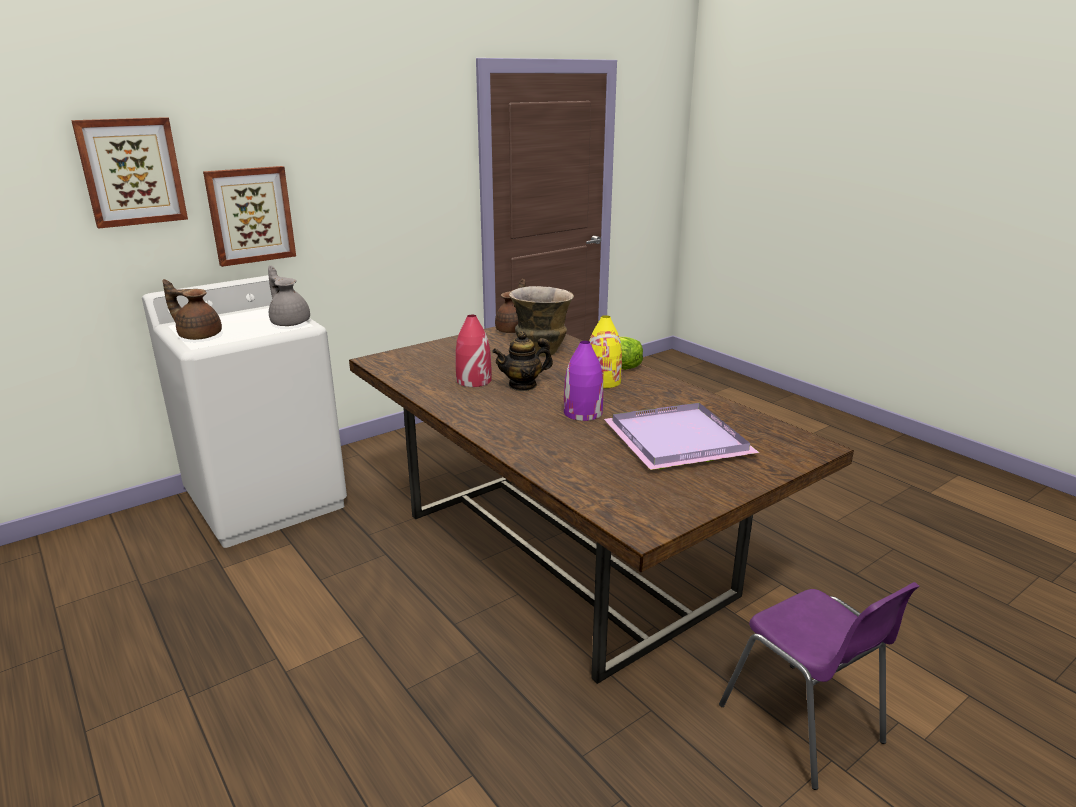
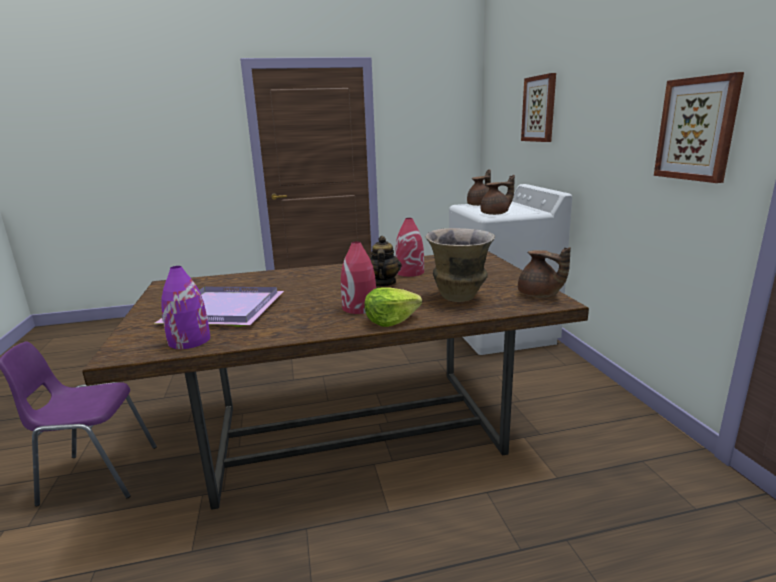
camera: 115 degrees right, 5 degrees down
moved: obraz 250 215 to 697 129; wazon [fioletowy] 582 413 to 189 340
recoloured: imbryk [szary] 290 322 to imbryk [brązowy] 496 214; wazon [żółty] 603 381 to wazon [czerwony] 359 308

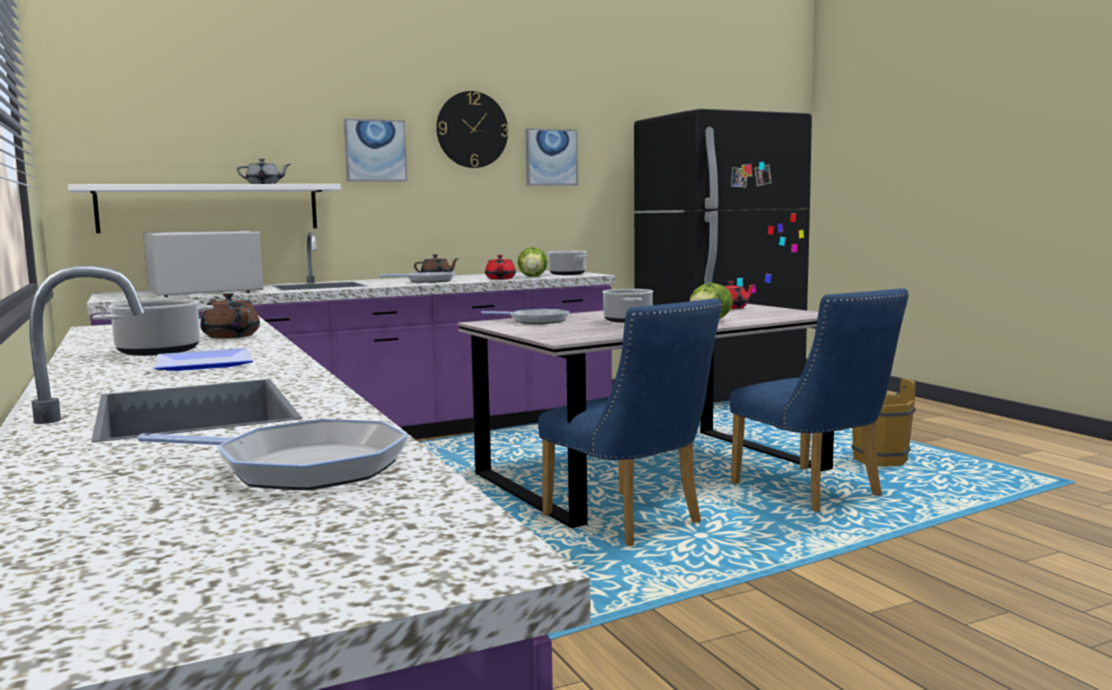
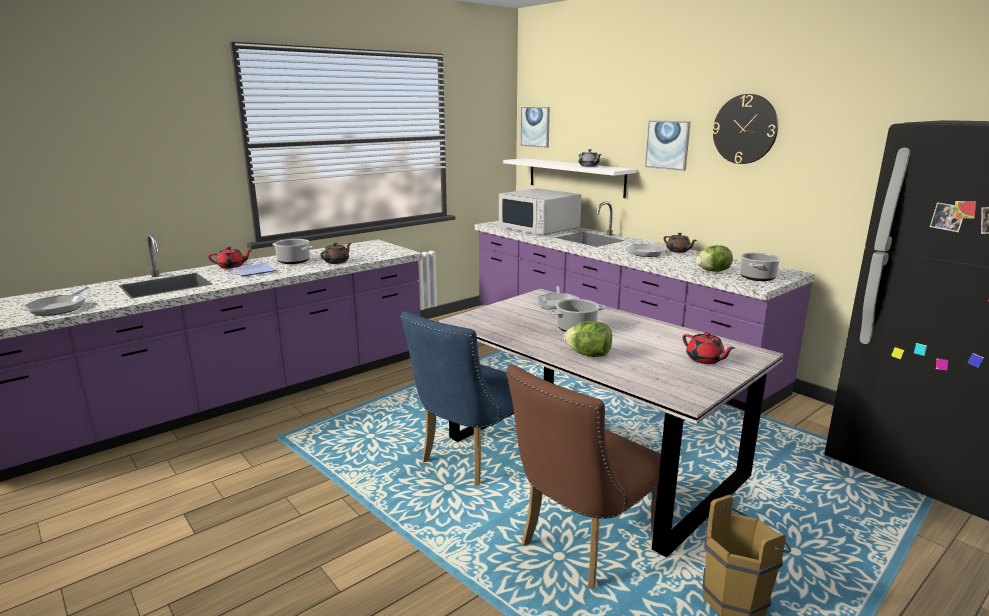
camera: 75 degrees right, 10 degrees up
moved: obraz 551 157 to 535 127; imbryk [czerwony] 500 279 to 232 266
recoloured: krzesło [niebieski] 814 493 to krzesło [brązowy] 580 544
turned: mikrofalówka [biały] 204 291 = 539 228 90 degrees clockwise

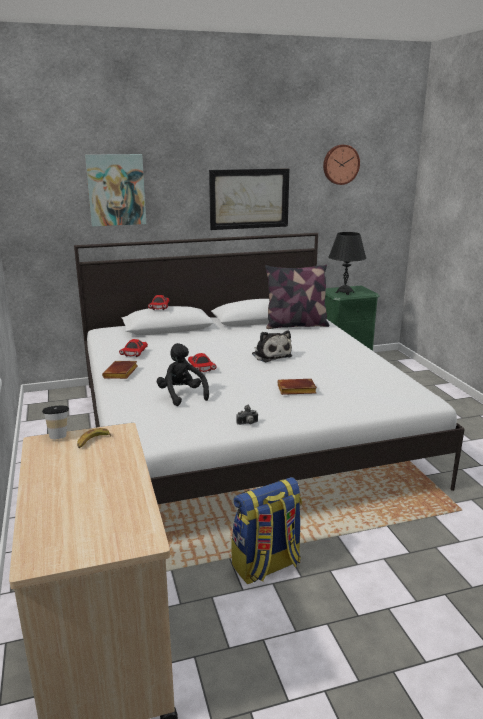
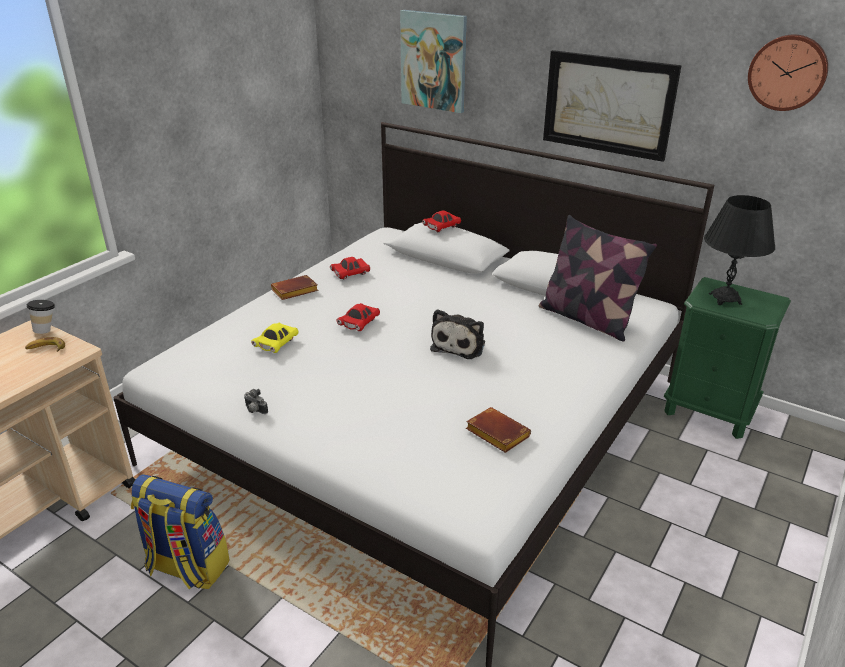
camera: 50 degrees right, 10 degrees up
moved: książka [brązowy] 295 390 to 495 434
replaced: pluszak [czarny] 182 395 to samochodzik [żółty] 276 344

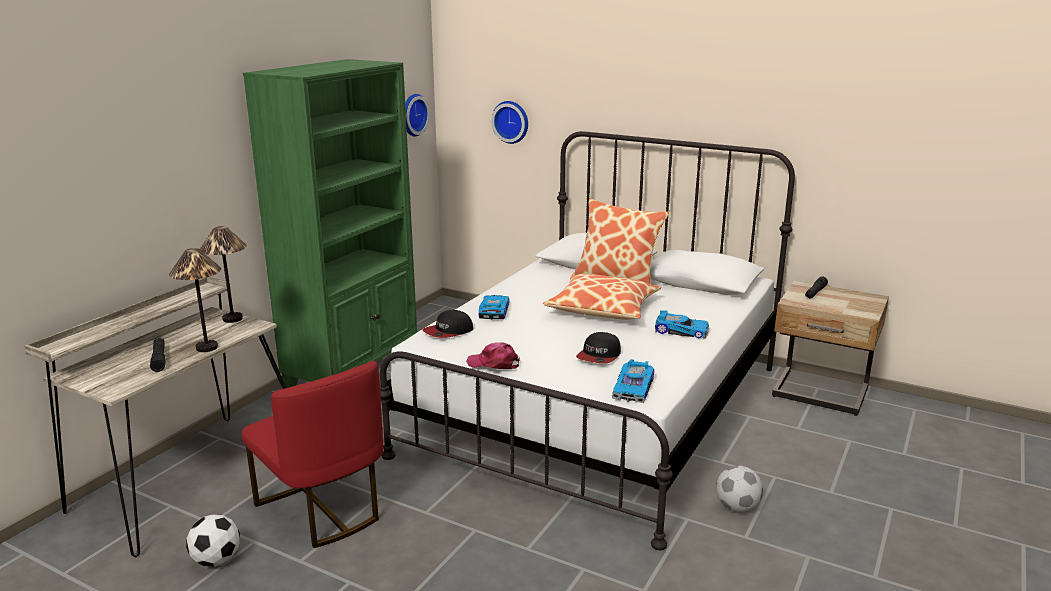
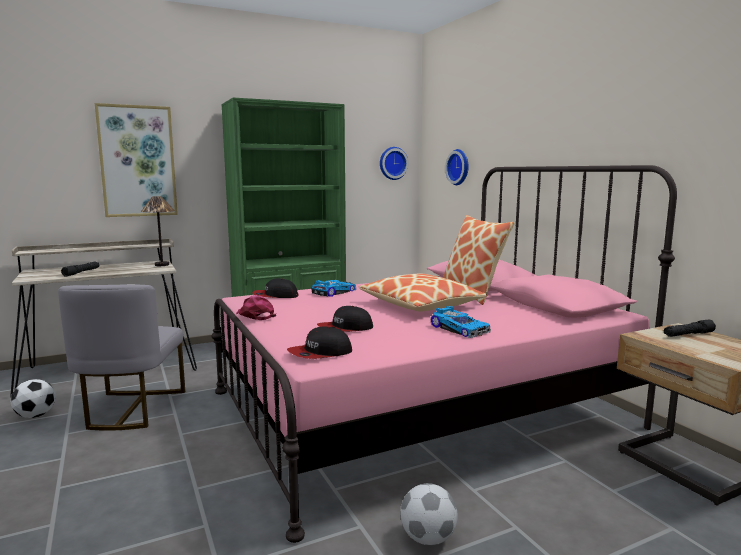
camera: 35 degrees right, 10 degrees down
removed: lampa stołowa 207 348
added: obraz 137 161
replaced: samochodzik 634 388 to czapka z daszkiem 320 353
recoloured: łóżko [biały] 598 409 to łóżko [różowy] 419 409; krzesło [czerwony] 322 510 to krzesło [szary] 132 409

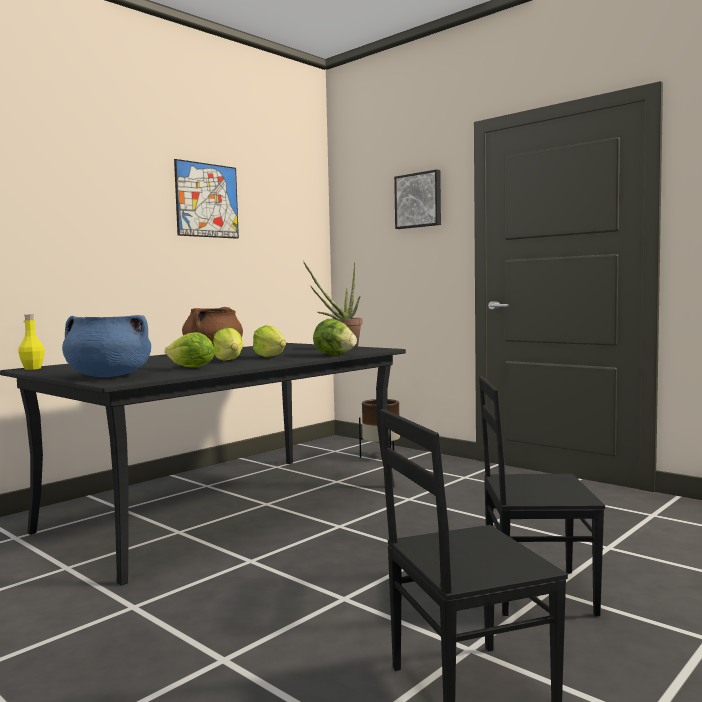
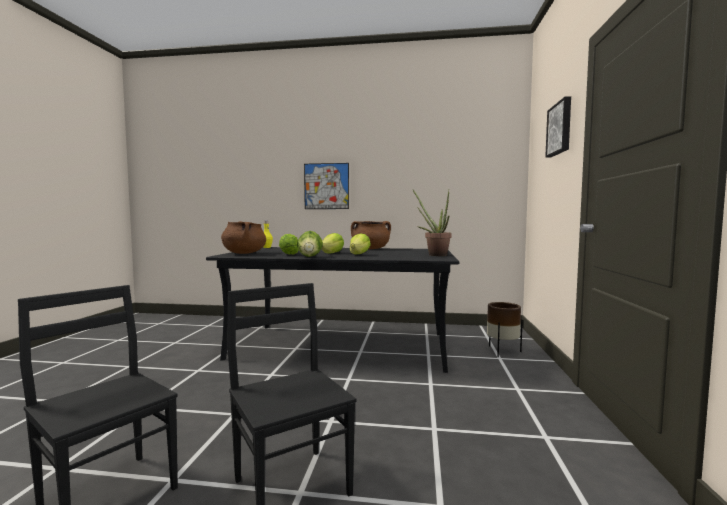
camera: 55 degrees right, 0 degrees up
moved: obraz 207 200 to 326 186; sałata 334 355 to 310 256
recoloured: garnek [niebieski] 108 376 to garnek [brązowy] 244 253

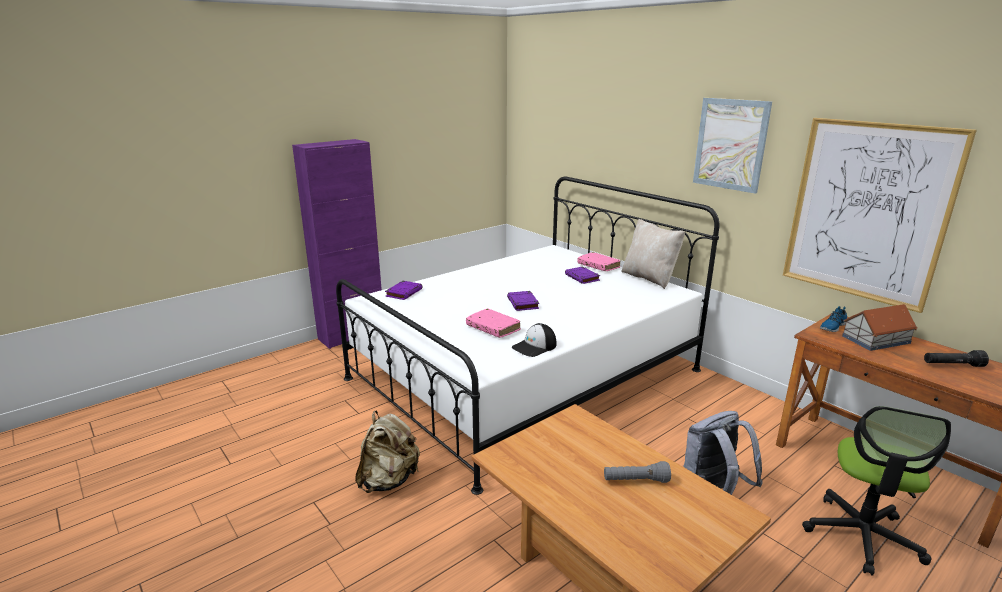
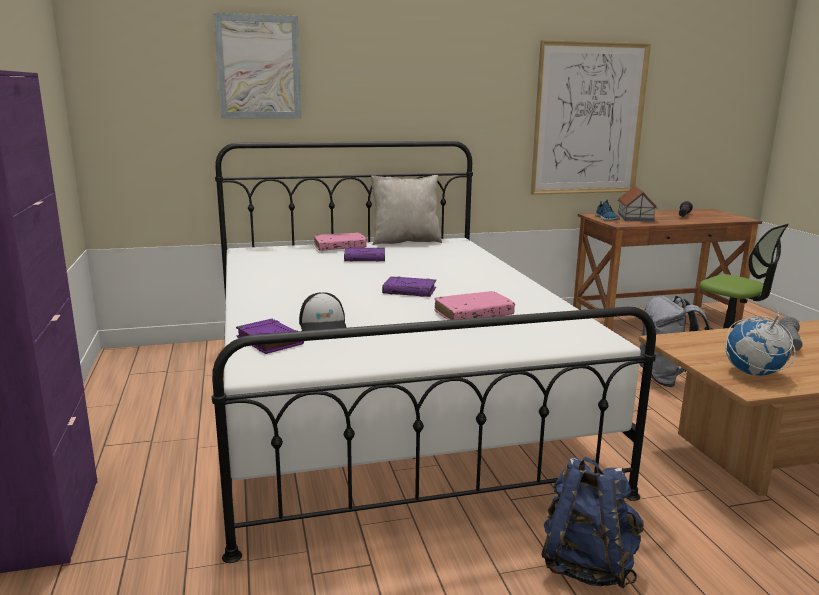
camera: 65 degrees left, 5 degrees down
added: globus 753 374
moved: obraz 730 144 to 258 67; czapka z daszkiem 534 347 to 324 326
recoloured: plecak [beżowy] 389 480 to plecak [niebieski] 587 565

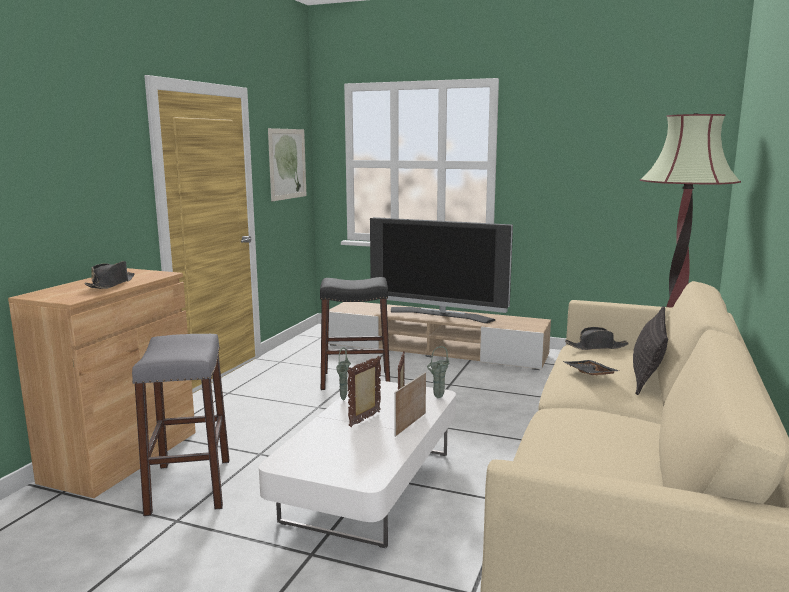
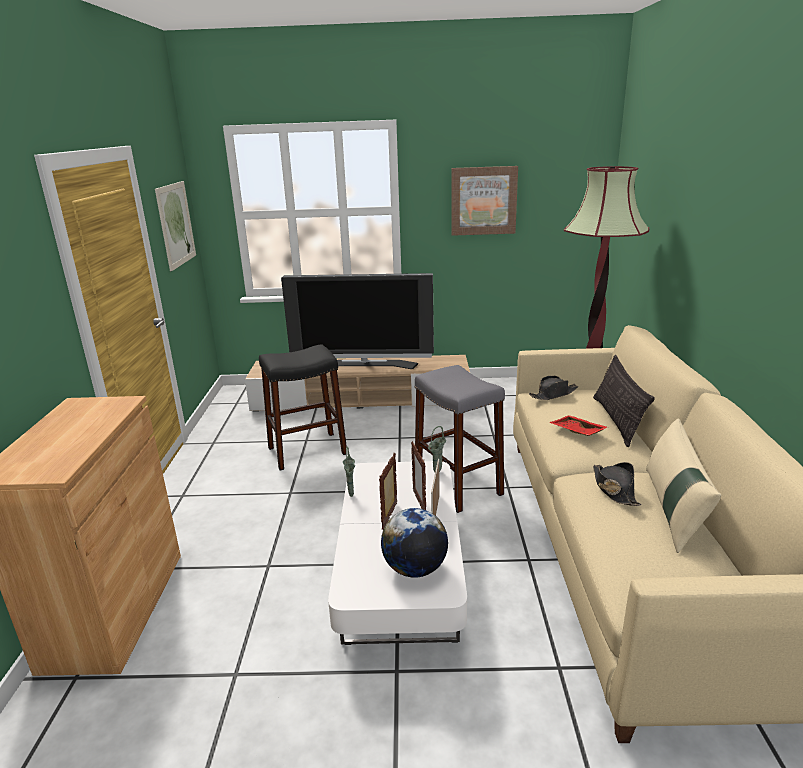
camera: 20 degrees left, 10 degrees up
added: obraz 483 201; poduszka [beżowy] 673 509; globus 415 569
moved: kapelusz [czarny] 111 284 to 614 489; stołek [szary] 189 486 to 457 485
recoloured: taca [czarny] 588 374 to taca [czerwony] 576 432

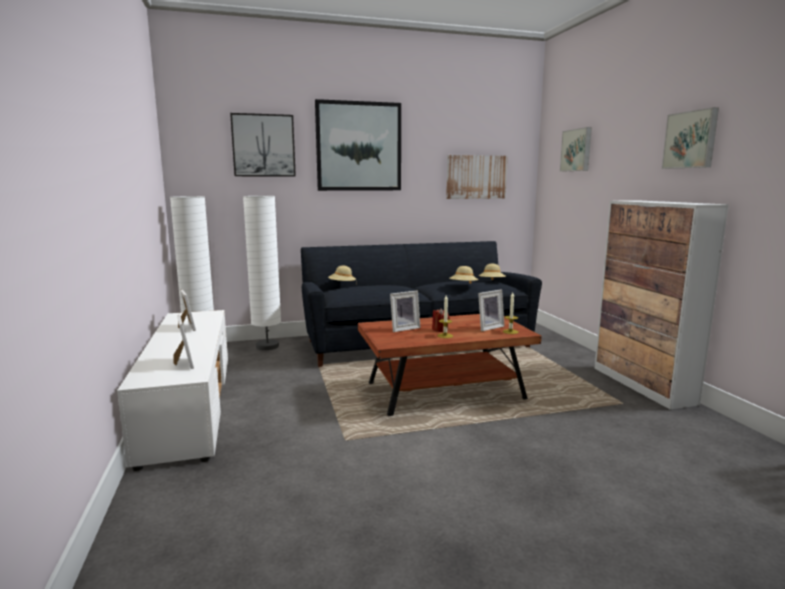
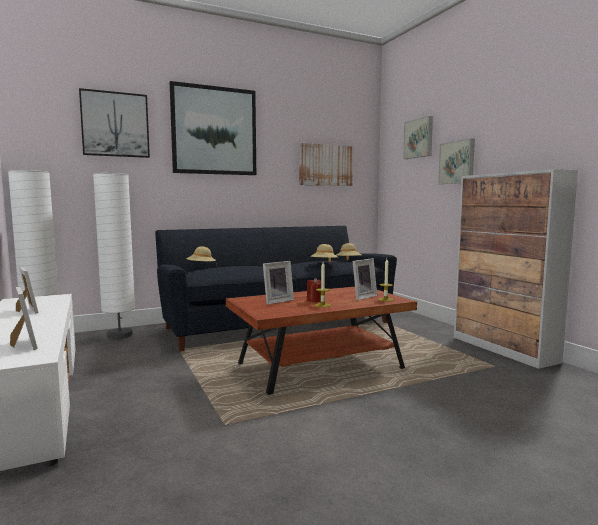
camera: 10 degrees left, 5 degrees down
moved: obraz 691 140 to 457 162

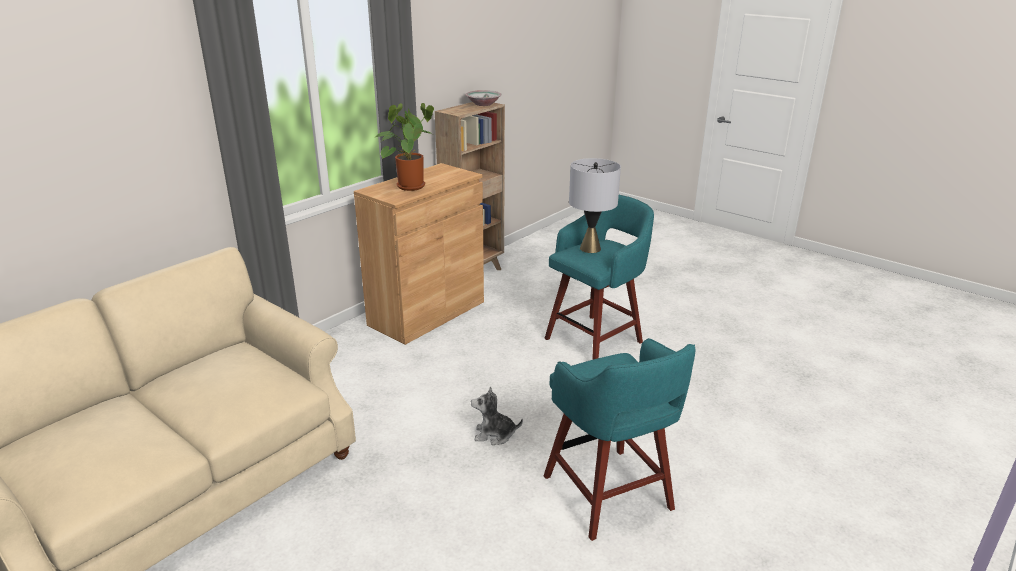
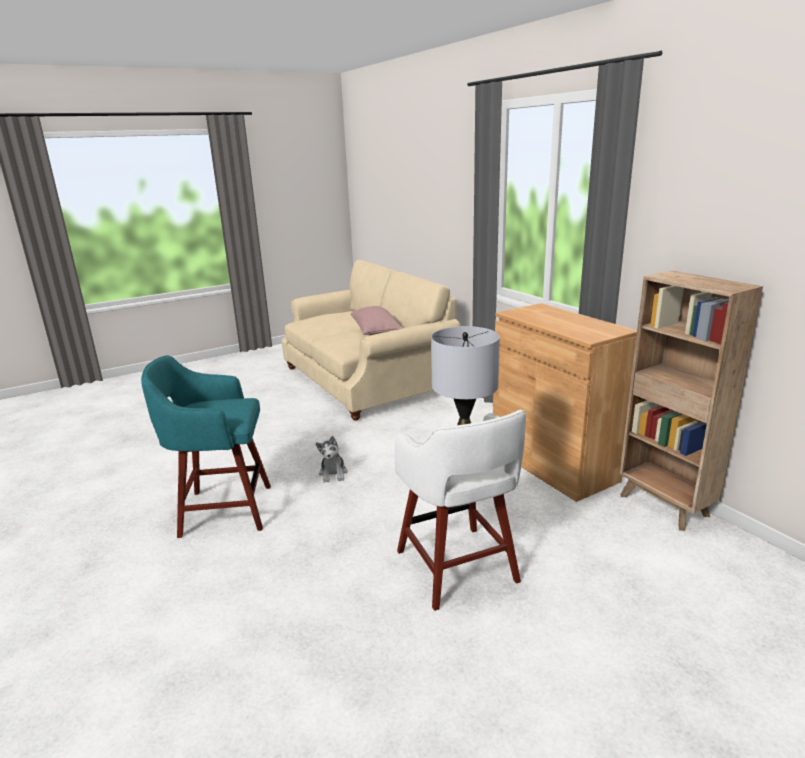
camera: 110 degrees right, 5 degrees down
removed: miska 483 104; roślina doniczkowa 409 185
added: poduszka [różowy] 376 332
recoloured: stołek [turkusowy] 596 339 to stołek [biały] 458 569
turned: pluszak 494 435 = 333 473 150 degrees clockwise

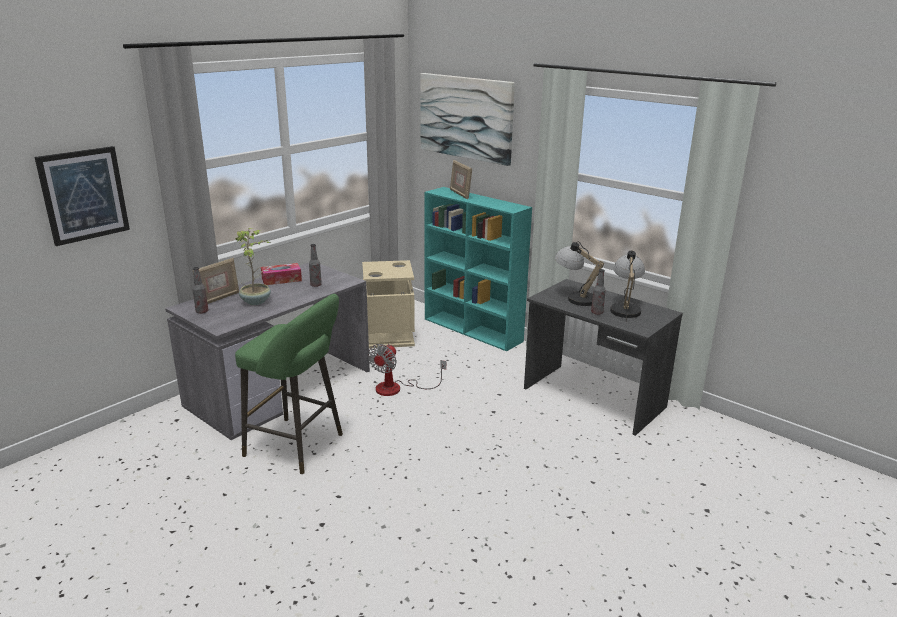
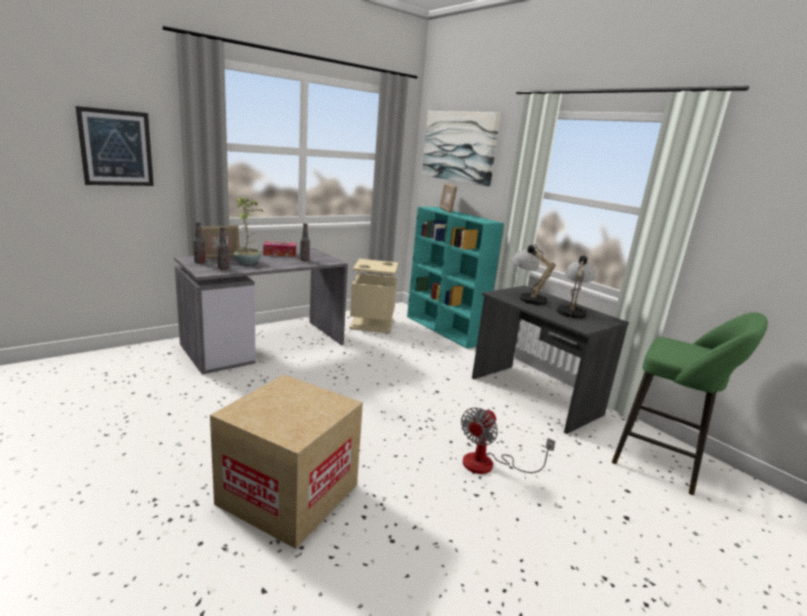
camera: 10 degrees right, 5 degrees down
added: karton 288 494
moved: butelka 597 313 to 223 268; stołek [zielony] 298 446 to 663 463; wentylator 397 388 to 489 464

